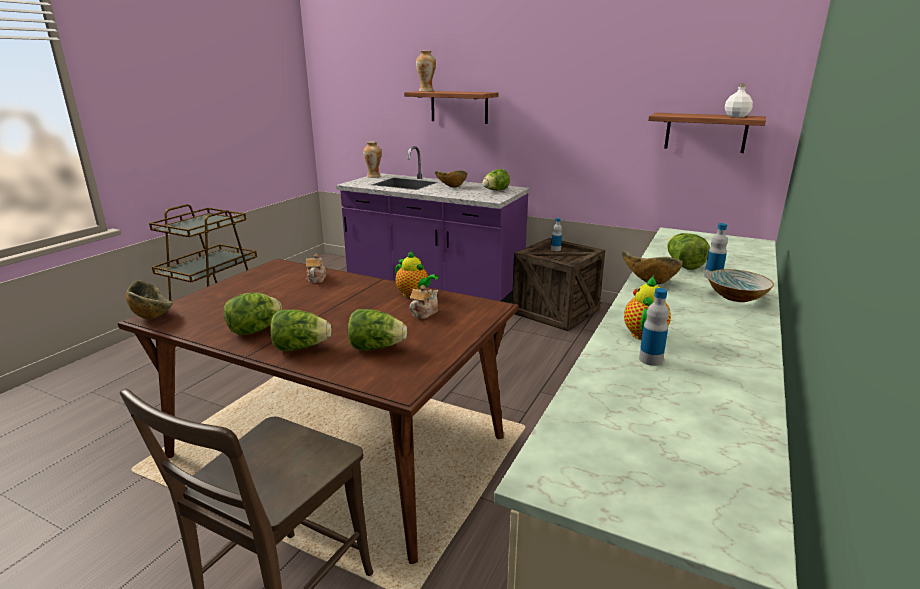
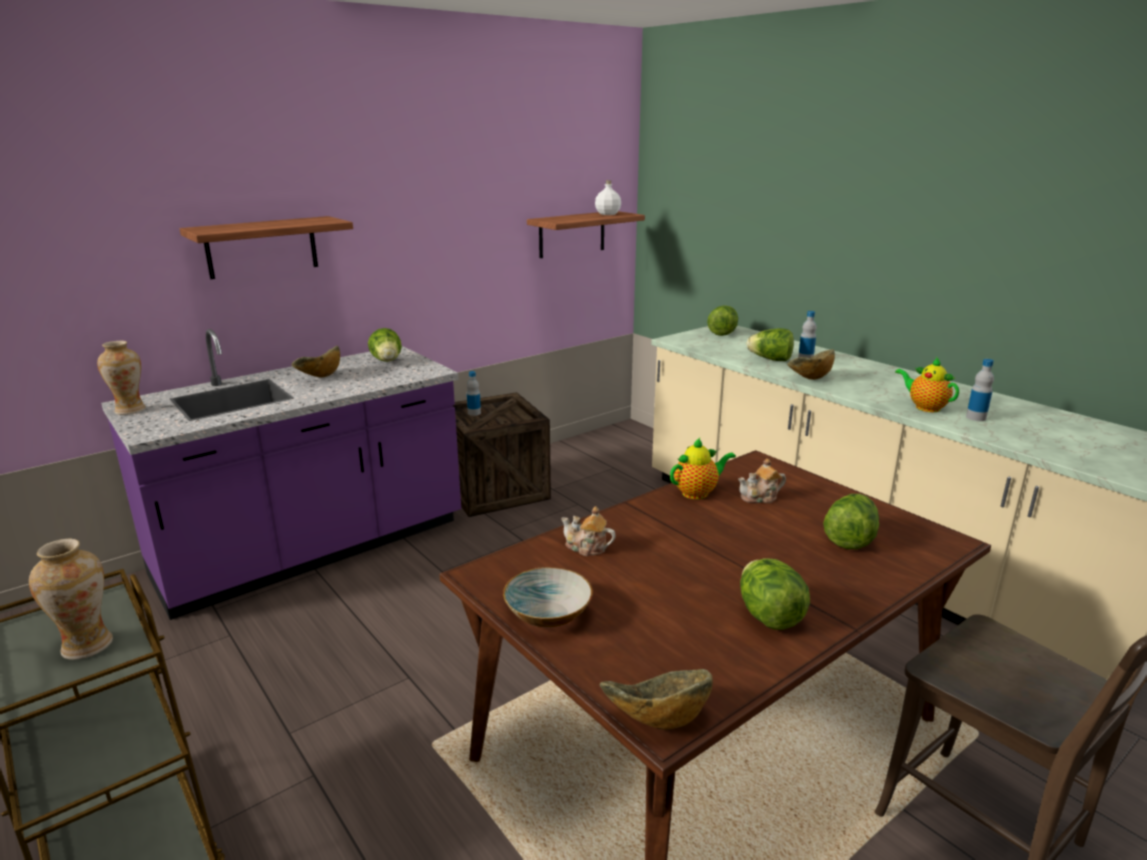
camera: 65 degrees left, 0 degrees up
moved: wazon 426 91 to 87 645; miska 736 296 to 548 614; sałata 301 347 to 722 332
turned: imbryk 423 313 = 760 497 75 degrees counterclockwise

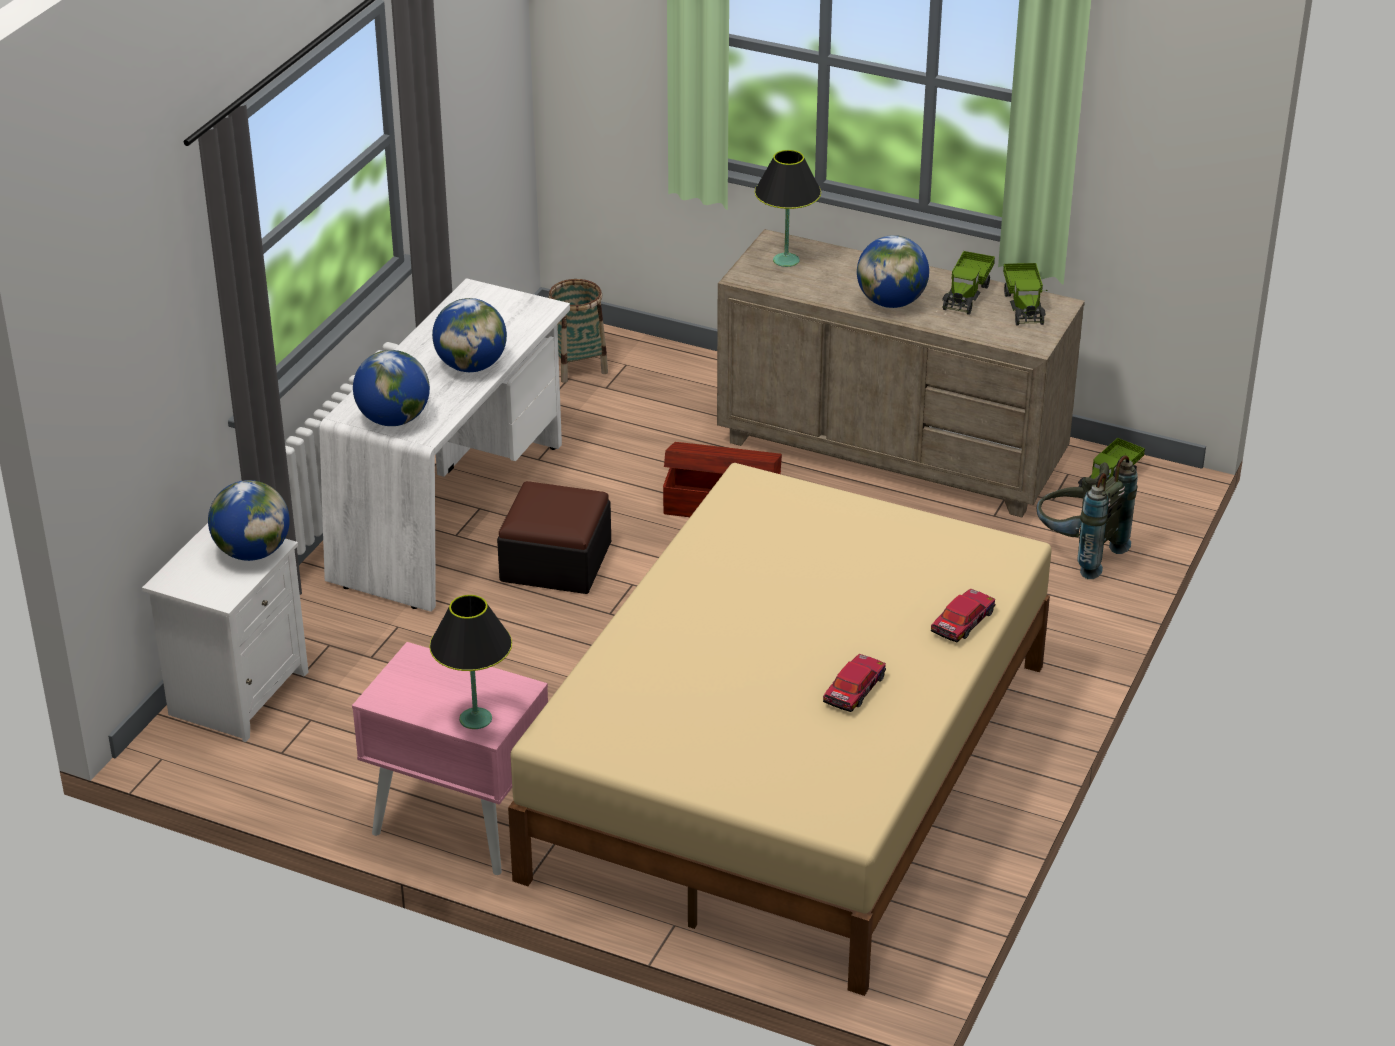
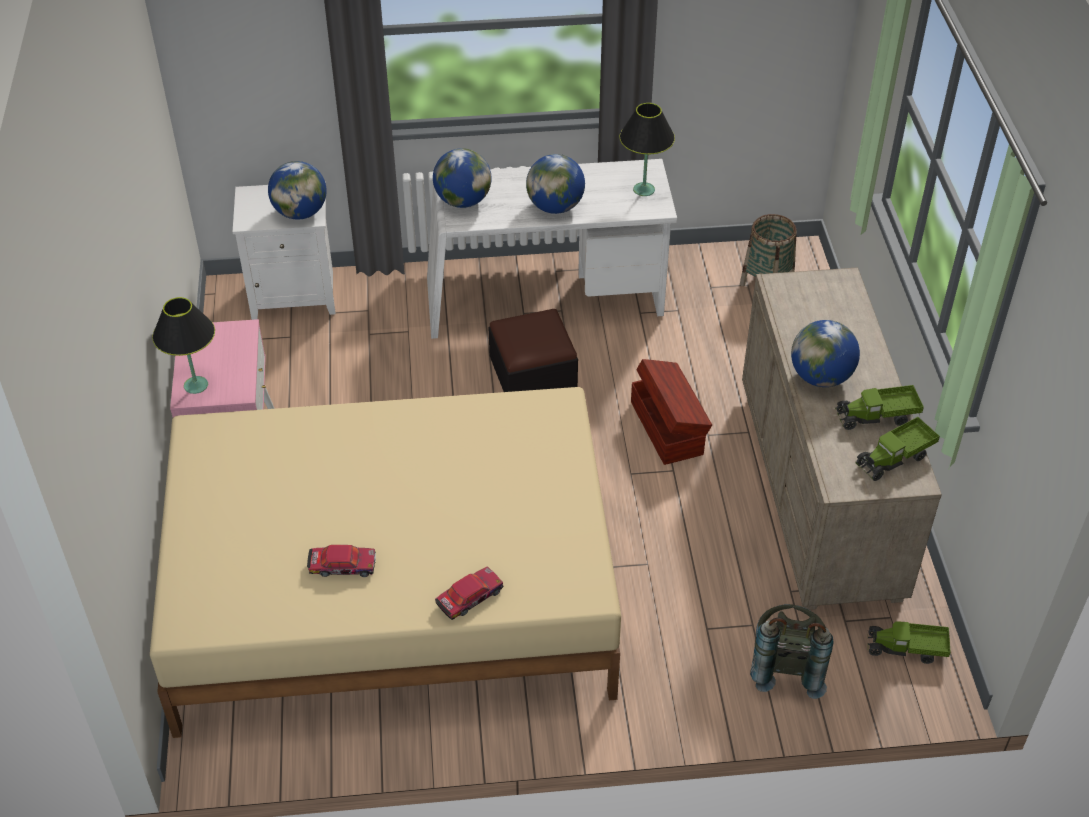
camera: 60 degrees right, 10 degrees up
moved: lampa stołowa [czarny] 786 260 to 644 189
turned: samochodzik 962 623 = 469 597 45 degrees counterclockwise

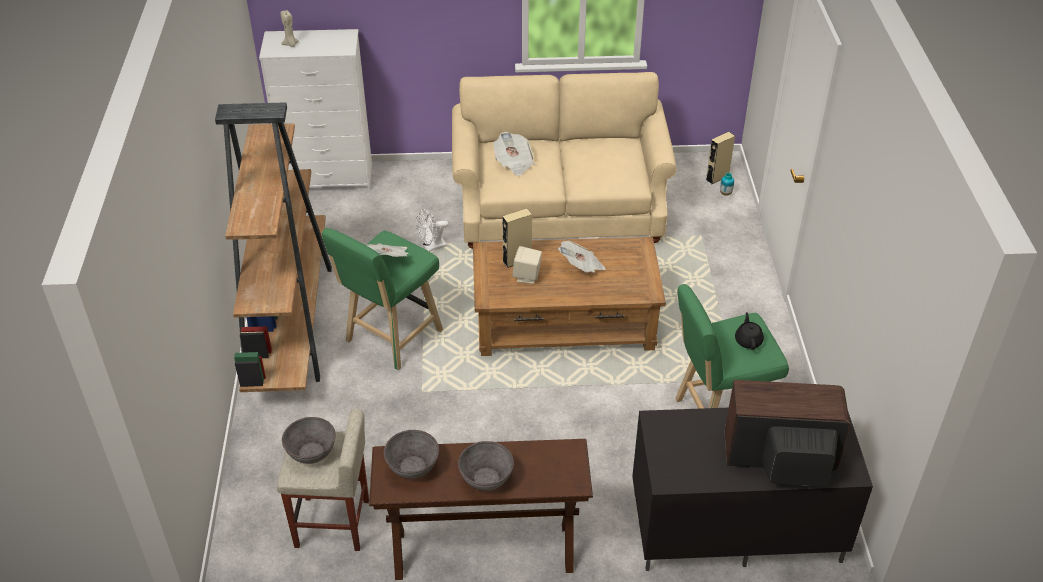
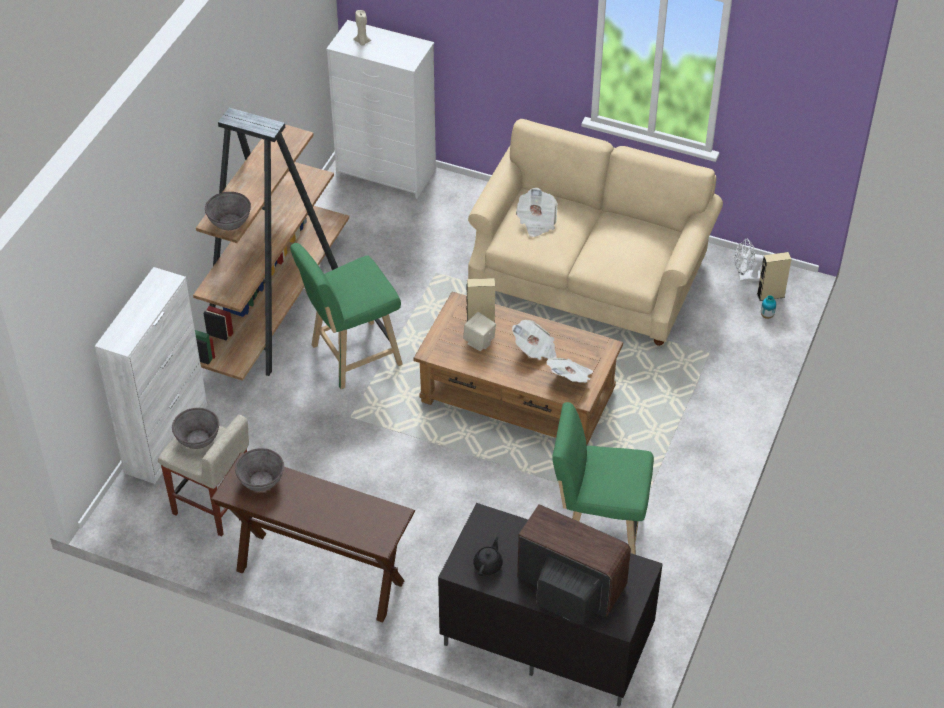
camera: 25 degrees right, 5 degrees up
added: szafka [biały] 167 438
moved: wentylator [biały] 431 247 to 745 277; gazeta 388 259 to 570 378; imbryk [czarny] 748 340 to 488 565; miska [szary] 486 478 to 229 222

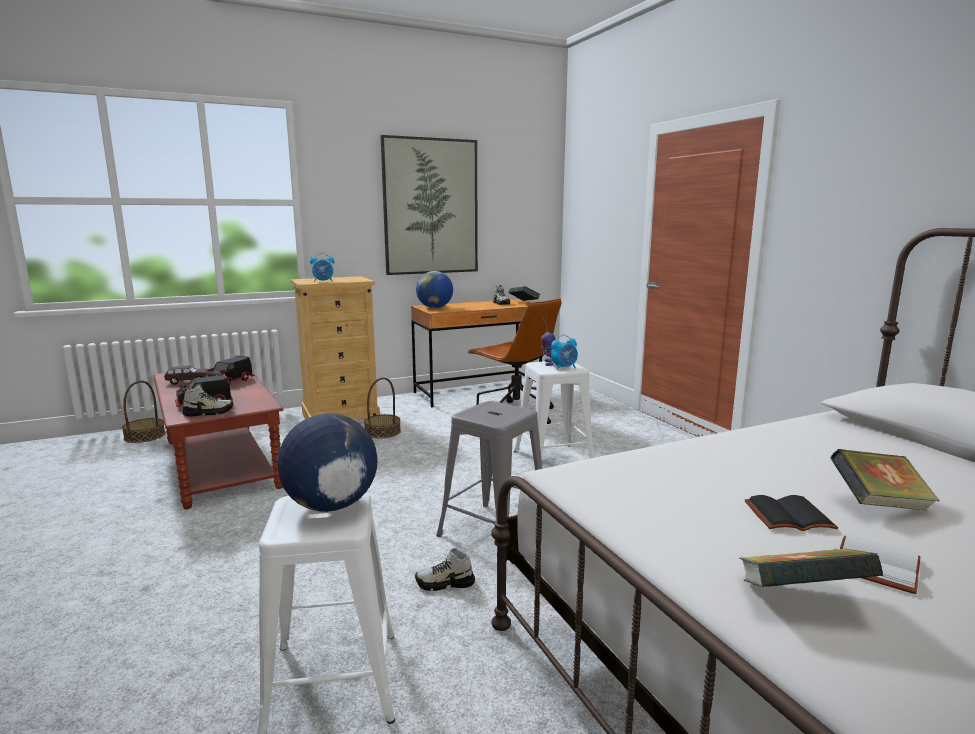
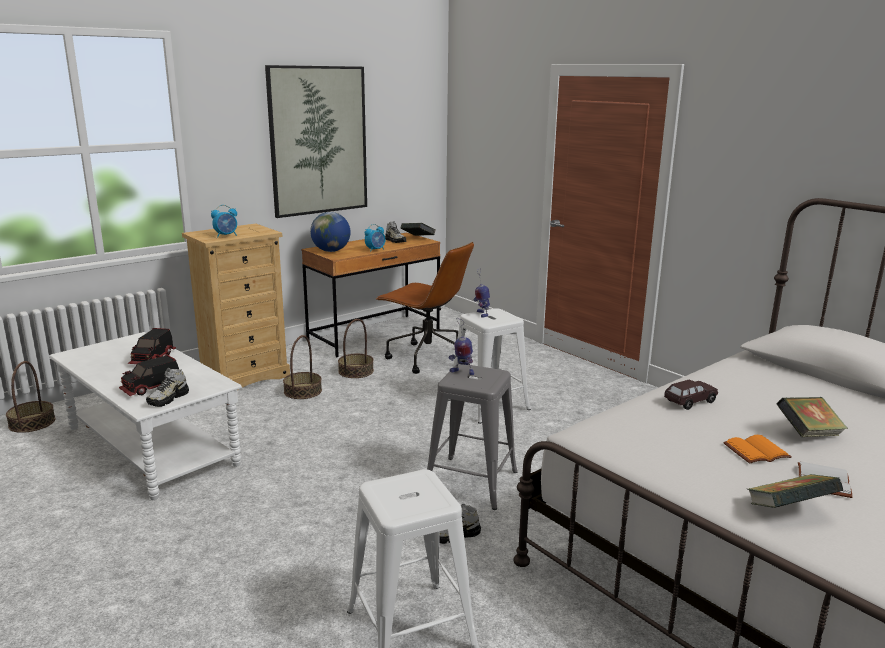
camera: 15 degrees left, 5 degrees up
removed: globus 330 506
added: robot zabawkowy 462 372; koszyk 356 371
moved: budzik 564 368 to 375 250; samochodzik [brązowy] 188 381 to 689 402
recoloured: ława [brązowy] 221 464 to ława [biały] 151 446; książka [czarny] 788 517 to książka [pomarańczowy] 756 452
turned: but 208 413 = 168 399 150 degrees clockwise

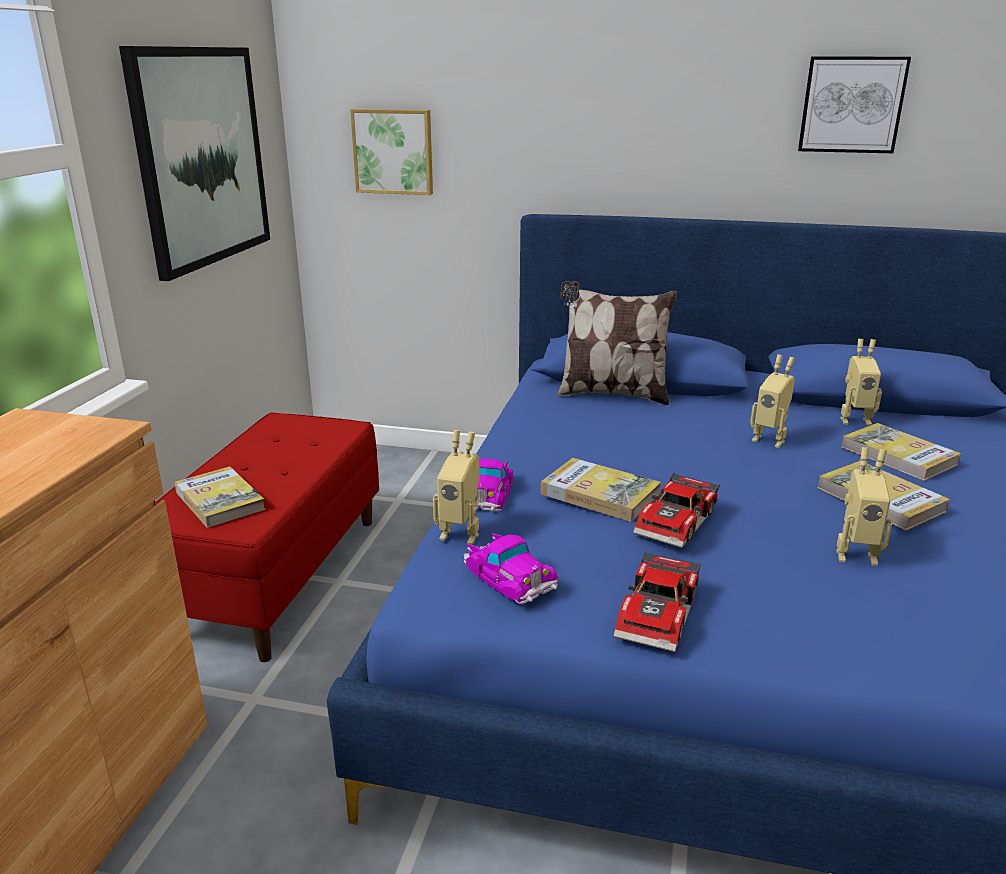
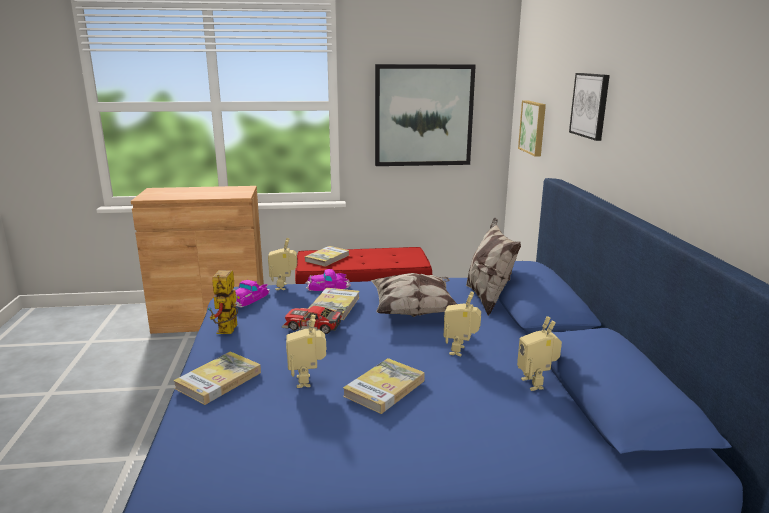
camera: 70 degrees right, 5 degrees down
added: poduszka 414 311
moved: obraz 851 105 to 590 105; książka 898 455 to 218 380
replaced: samochodzik 661 614 to robot zabawkowy 228 332

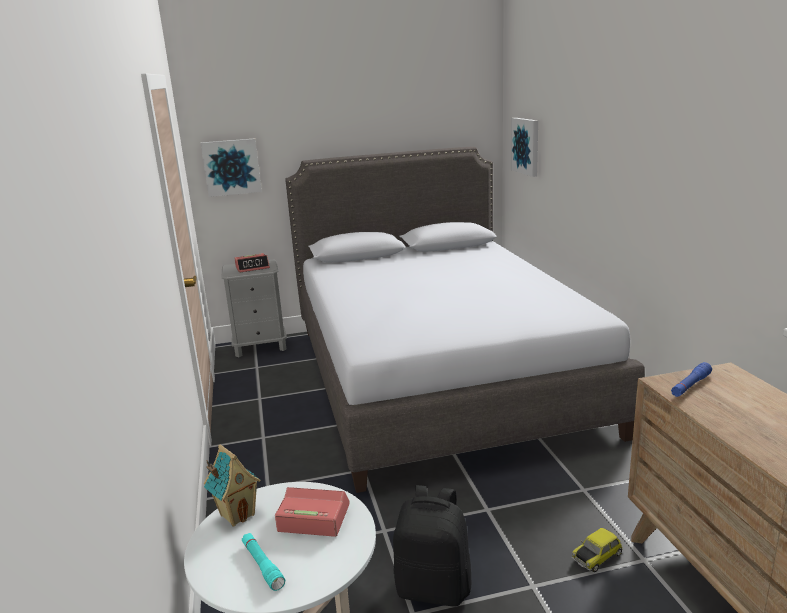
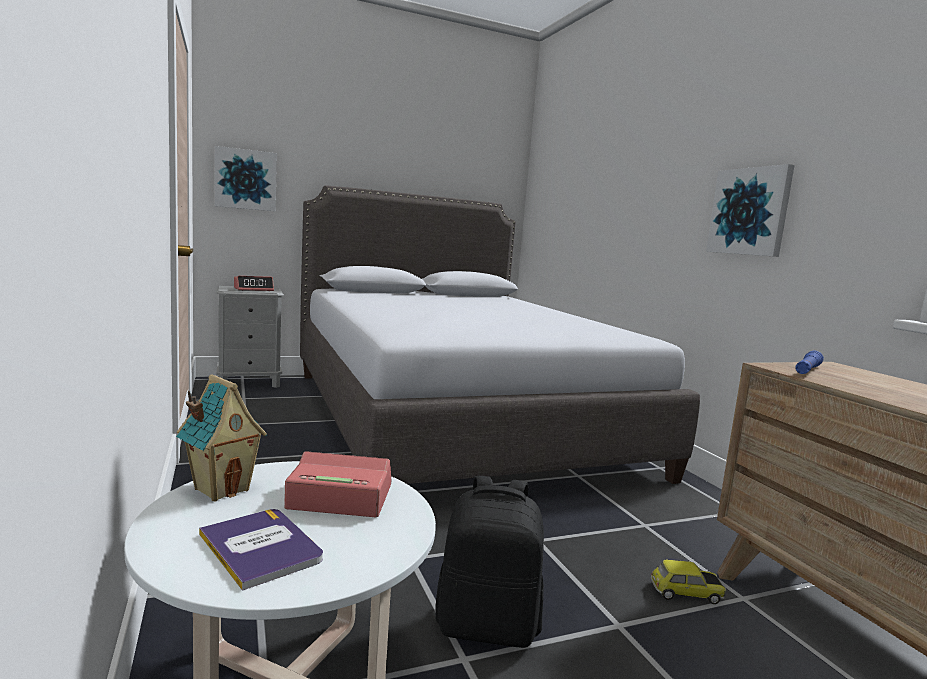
camera: 10 degrees left, 10 degrees down
moved: obraz 526 146 to 749 211
replaced: latarka [turkusowy] 262 565 to książka 261 547
turned: samochodzik 596 556 = 685 593 135 degrees counterclockwise

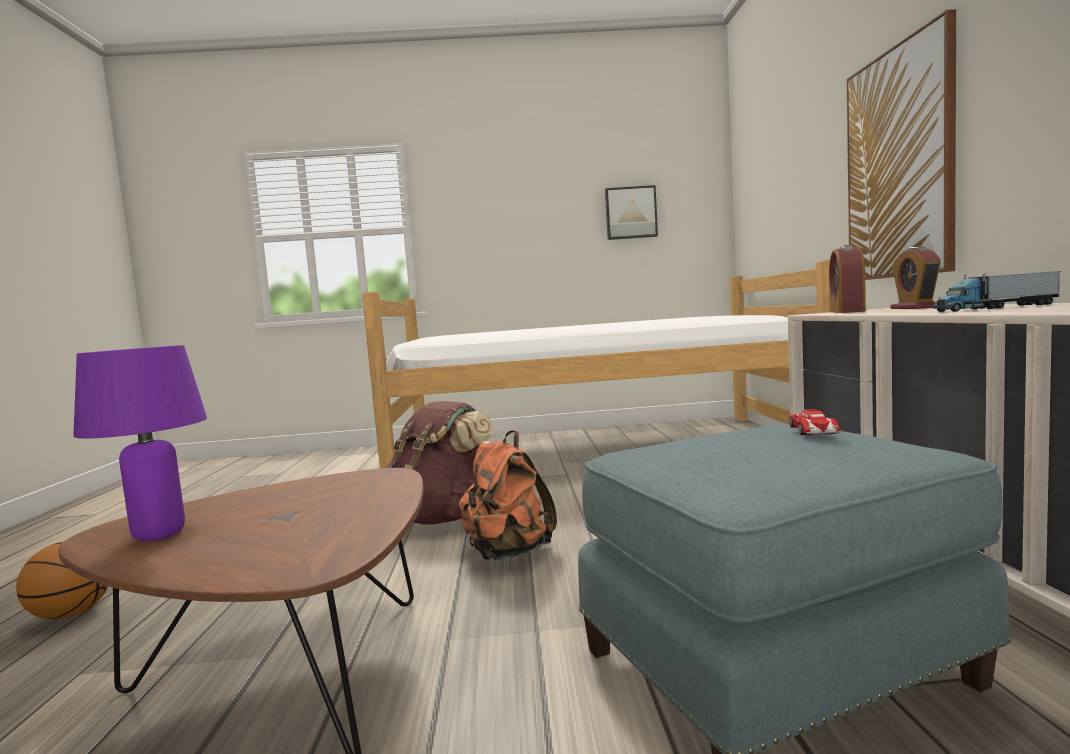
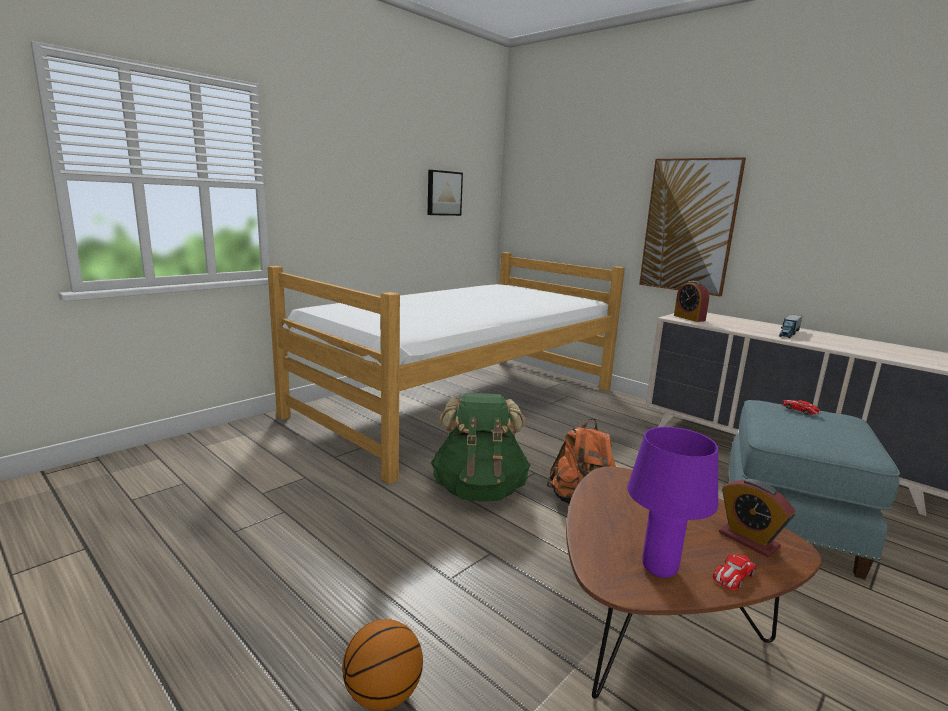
camera: 45 degrees left, 10 degrees up
added: samochodzik 733 575
moved: budzik 915 308 to 748 540
recoloured: plecak [brązowy] 439 518 to plecak [zielony] 479 489

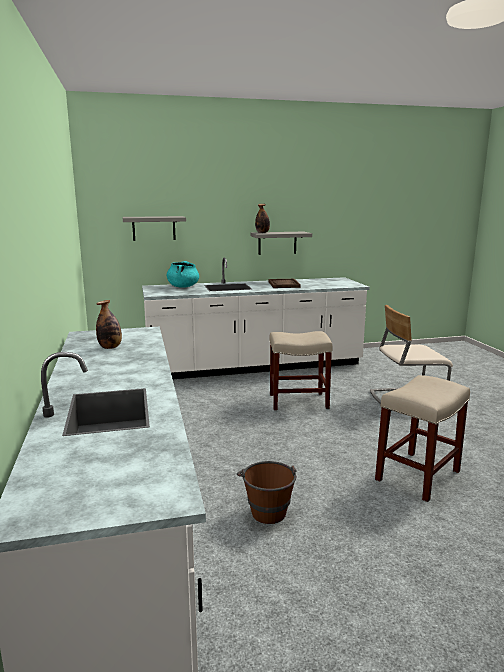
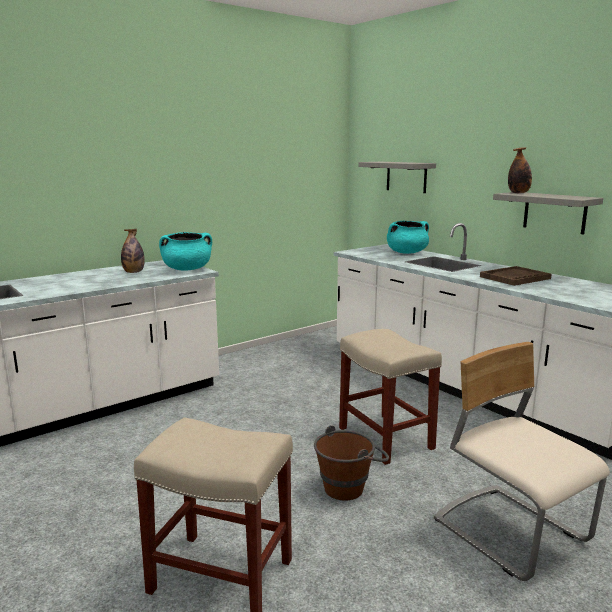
camera: 65 degrees right, 0 degrees up
added: garnek [turkusowy] 187 269
moved: wiadro [brązowy] 267 508 to 350 486

